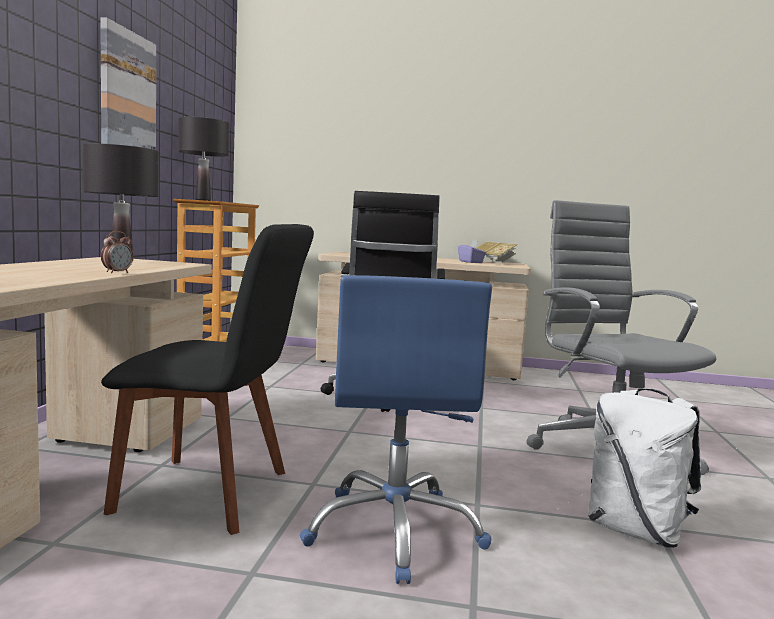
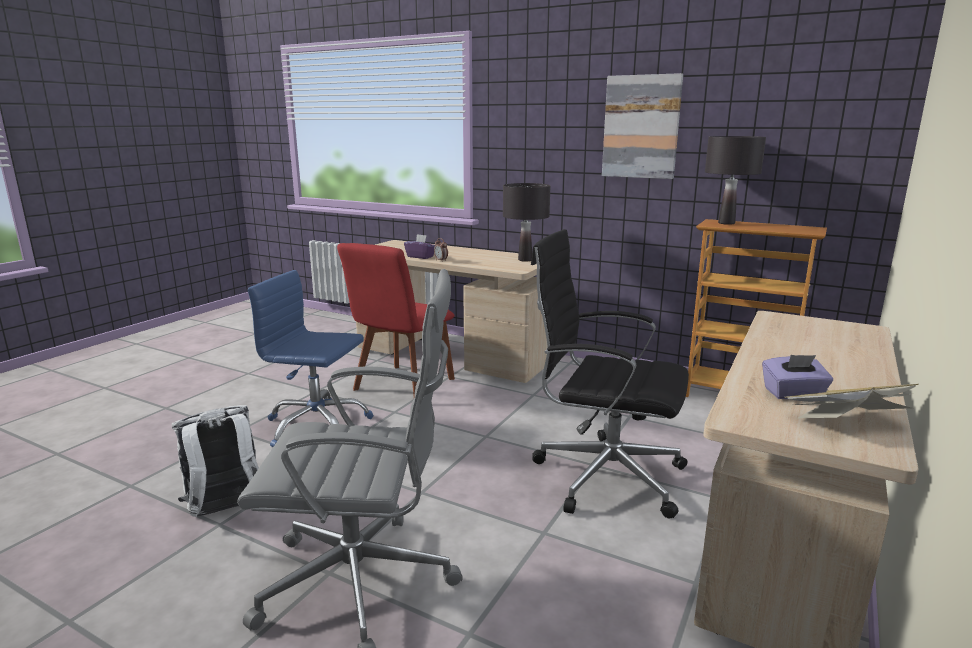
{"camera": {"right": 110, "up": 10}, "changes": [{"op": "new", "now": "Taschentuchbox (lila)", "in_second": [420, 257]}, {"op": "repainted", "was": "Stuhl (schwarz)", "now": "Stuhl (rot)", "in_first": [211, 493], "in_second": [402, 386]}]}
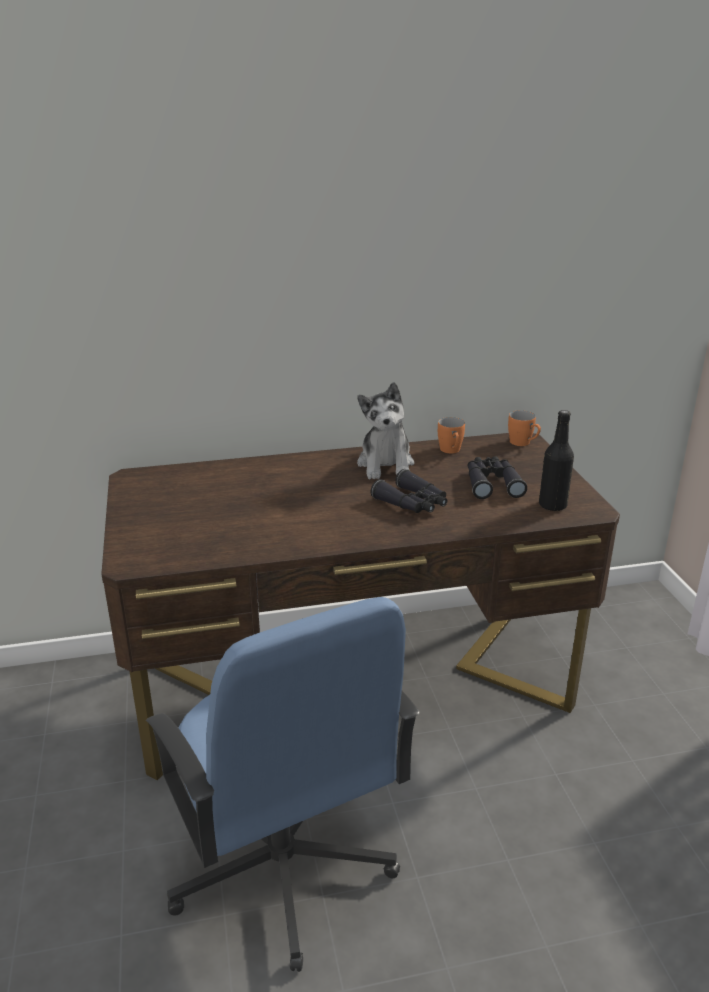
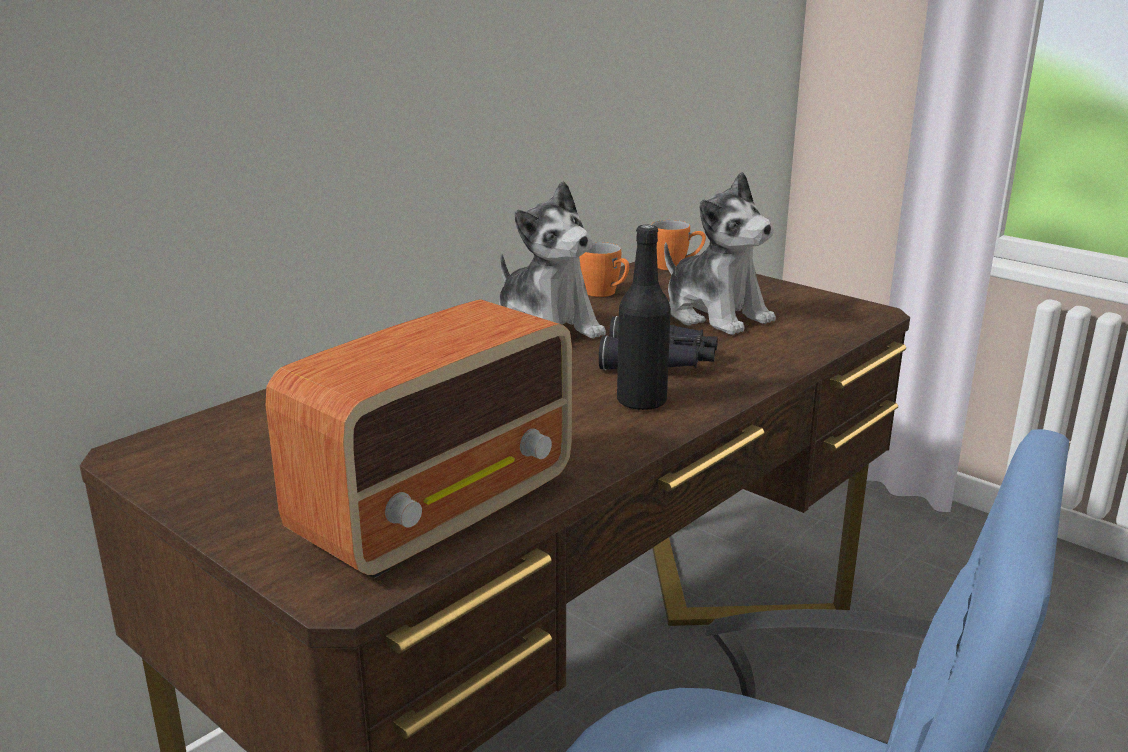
{"camera": {"right": -35, "up": -5}, "changes": [{"op": "new", "now": "Radio", "in_second": [439, 510]}, {"op": "shifted", "was": "Flasche (schwarz)", "in_first": [552, 505], "in_second": [641, 402]}, {"op": "swapped", "was": "Fernglas (schwarz)", "now": "Plüschtier", "in_first": [492, 483], "in_second": [716, 315]}]}
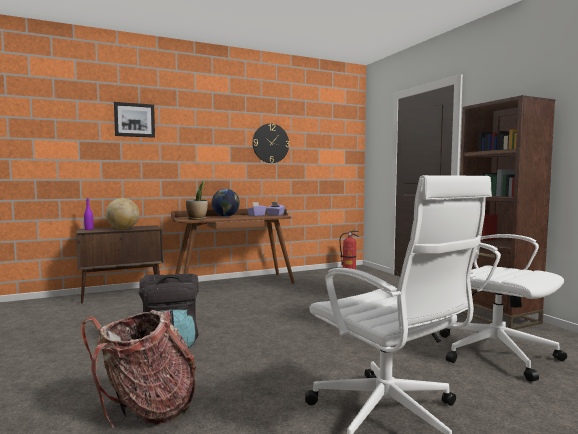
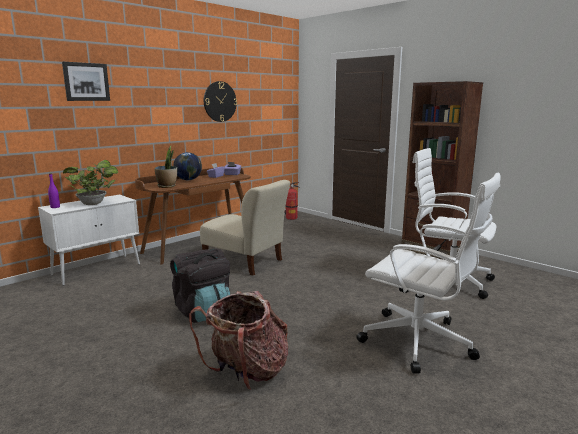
{"camera": {"right": -20, "up": 10}, "changes": [{"op": "new", "now": "Stuhl (beige)", "in_second": [245, 262]}, {"op": "swapped", "was": "Globus", "now": "Topfpflanze", "in_first": [123, 229], "in_second": [94, 204]}, {"op": "repainted", "was": "Schrank (braun)", "now": "Schrank (weiß)", "in_first": [123, 294], "in_second": [97, 269]}]}
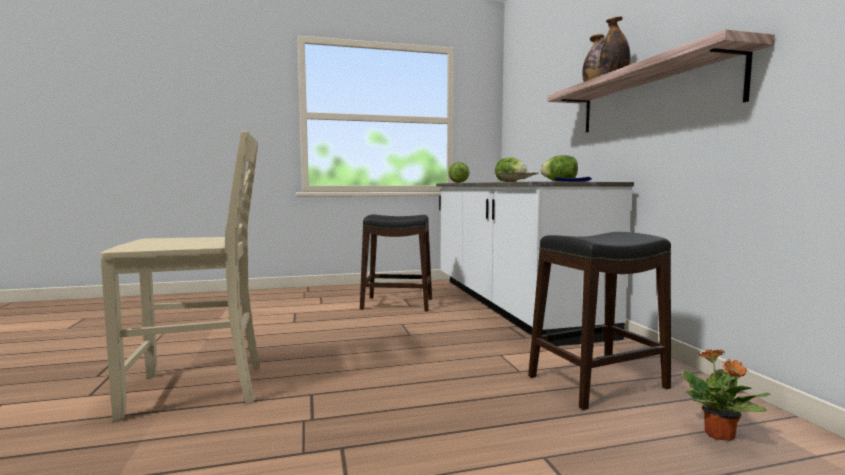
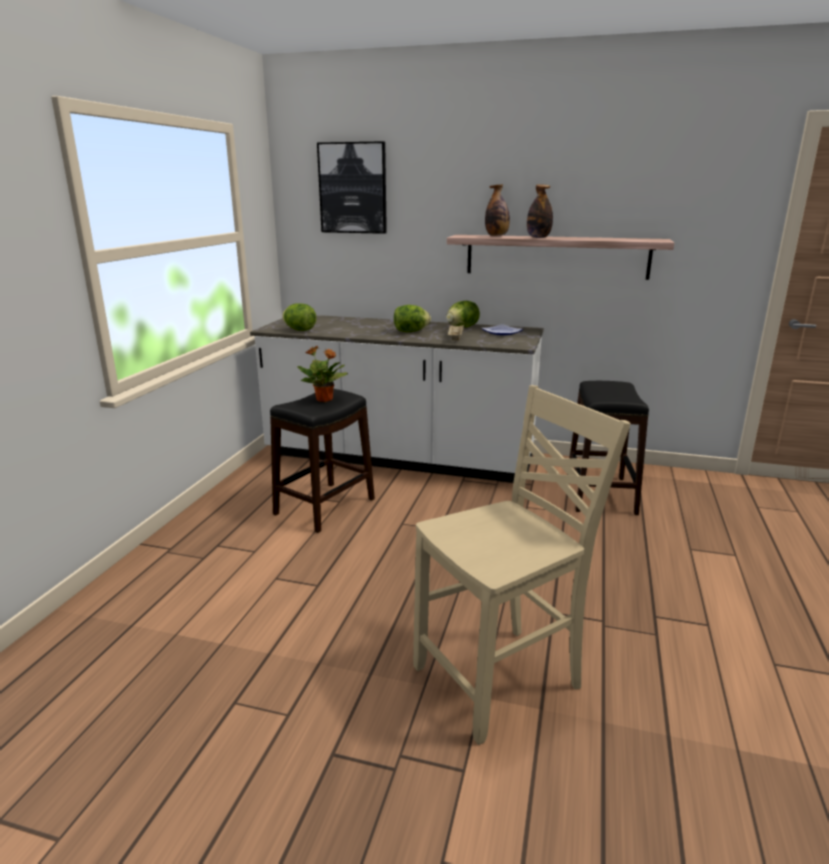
{"camera": {"right": -60, "up": 15}, "changes": [{"op": "new", "now": "Bild", "in_second": [353, 188]}, {"op": "shifted", "was": "Topfpflanze", "in_first": [719, 435], "in_second": [325, 400]}, {"op": "rotated", "was": "Stuhl (beige)", "in_first": [199, 390], "in_second": [501, 679], "clockwise": 45}]}
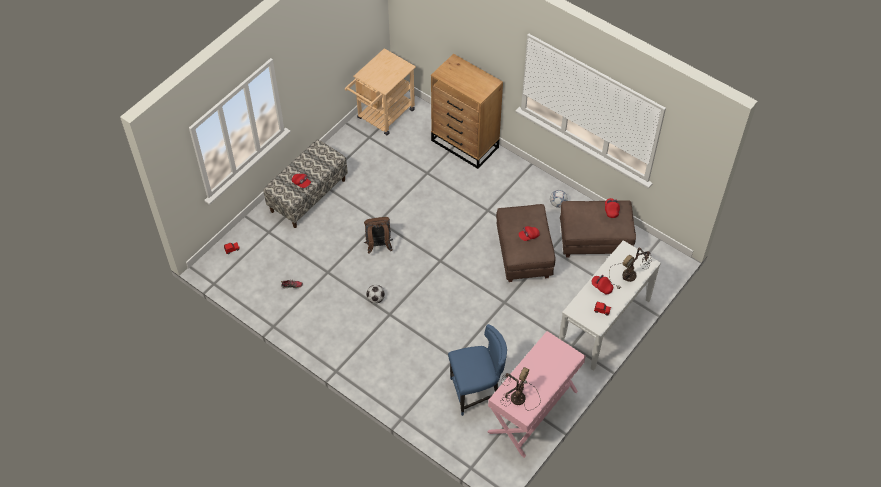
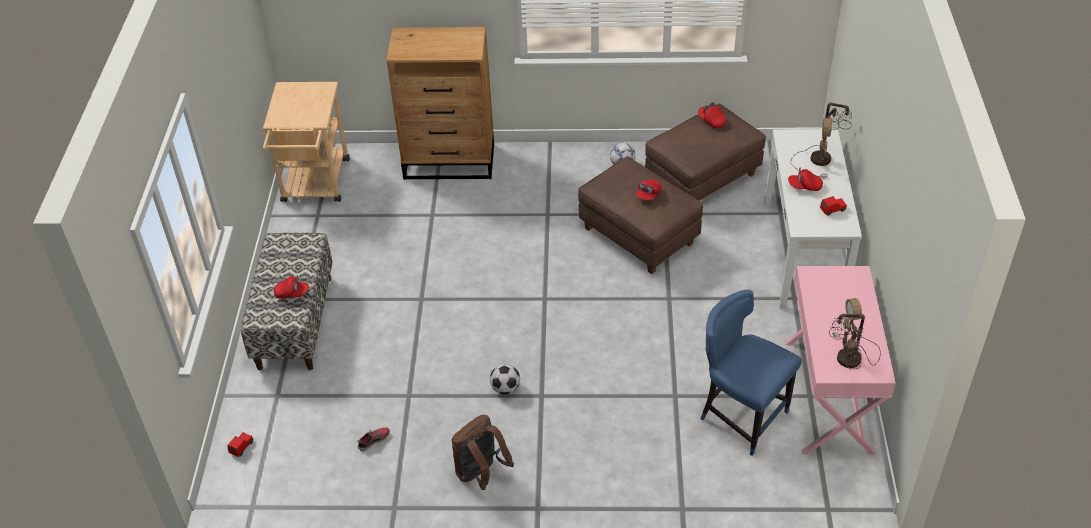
{"camera": {"right": -35, "up": -10}, "changes": [{"op": "shifted", "was": "Rucksack (braun)", "in_first": [378, 246], "in_second": [481, 474]}, {"op": "rotated", "was": "Stuhl (blau)", "in_first": [476, 392], "in_second": [741, 416], "clockwise": -90}]}
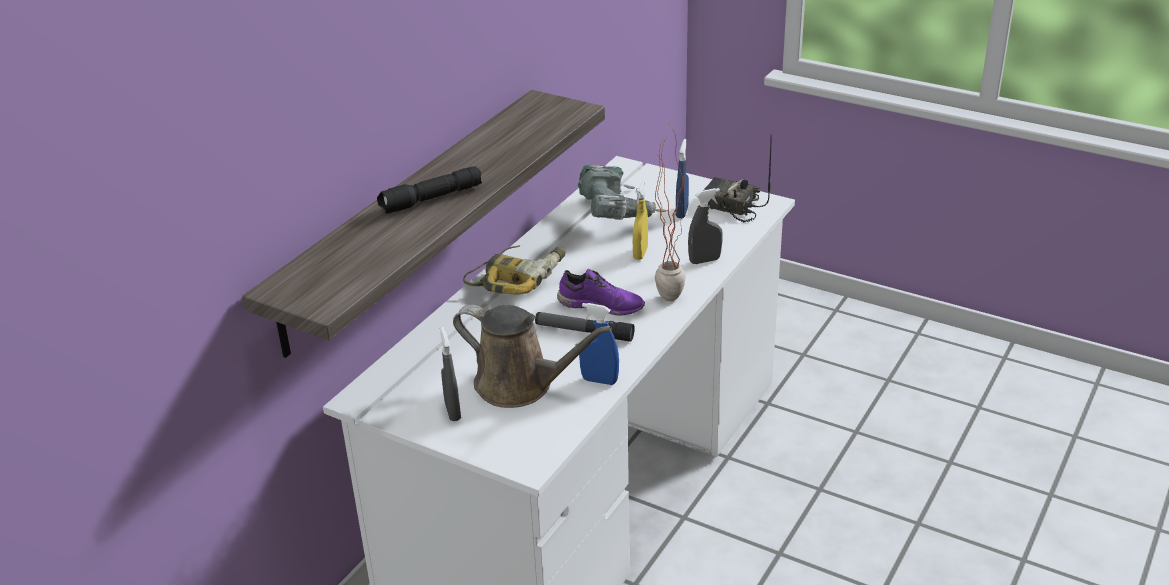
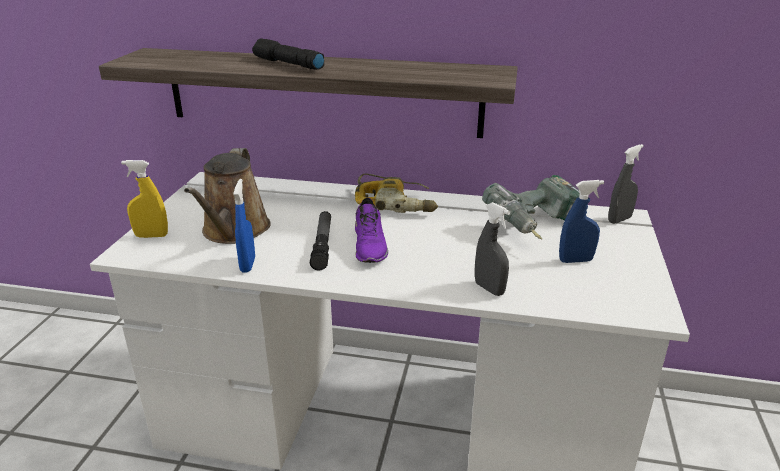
{"camera": {"right": 70, "up": -5}, "changes": [{"op": "gone", "was": "Topfpflanze", "in_first": [672, 292]}, {"op": "gone", "was": "Radio", "in_first": [730, 206]}, {"op": "shifted", "was": "Sprühflasche (grau)", "in_first": [452, 411], "in_second": [619, 219]}, {"op": "shifted", "was": "Sprühflasche (gelb)", "in_first": [640, 253], "in_second": [151, 236]}]}
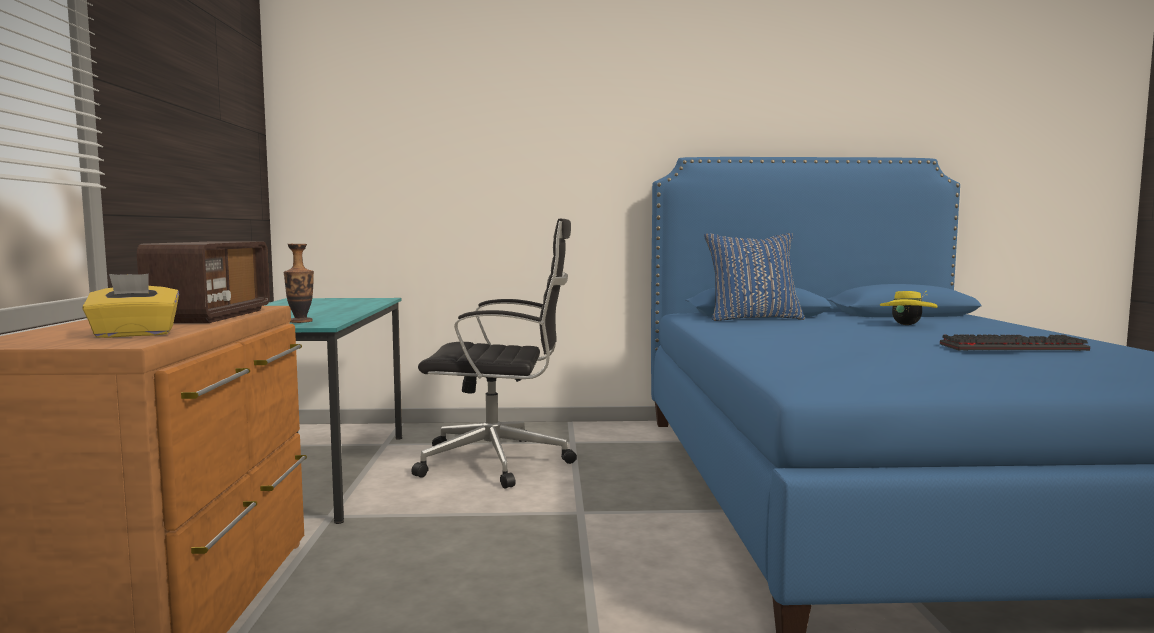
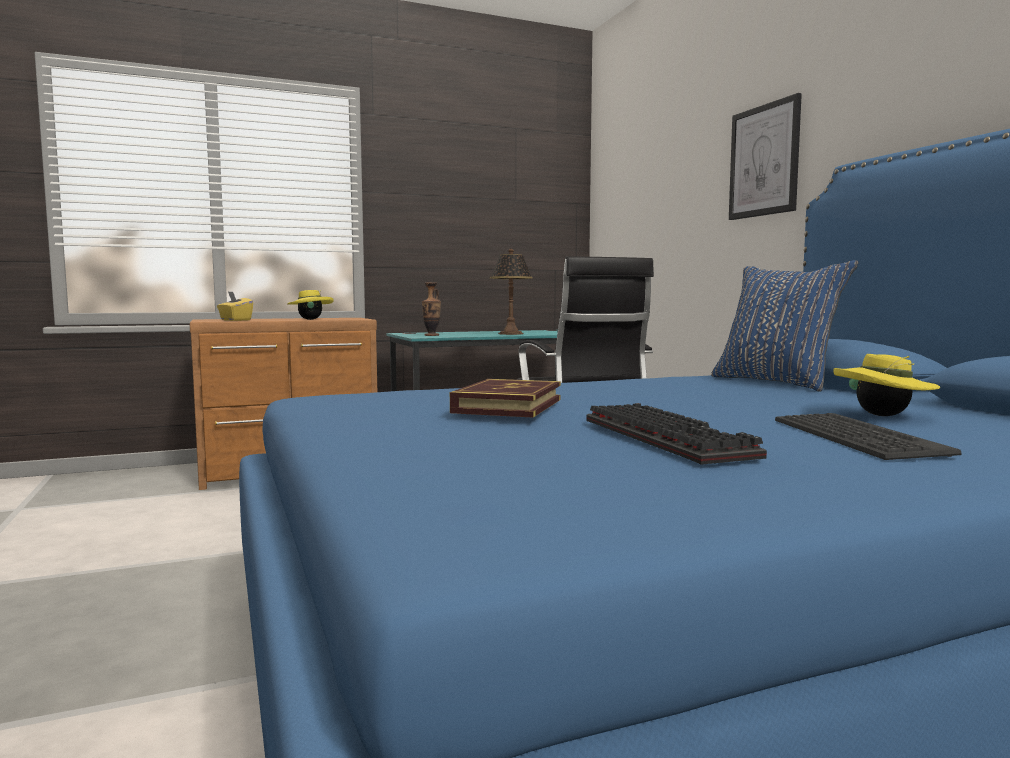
{"camera": {"right": 70, "up": 0}, "changes": [{"op": "new", "now": "Buch", "in_second": [508, 406]}, {"op": "new", "now": "Tischlampe", "in_second": [511, 334]}, {"op": "new", "now": "Bild", "in_second": [764, 161]}, {"op": "new", "now": "Tastatur", "in_second": [853, 437]}, {"op": "swapped", "was": "Radio", "now": "Hut (gelb)", "in_first": [211, 316], "in_second": [311, 319]}]}
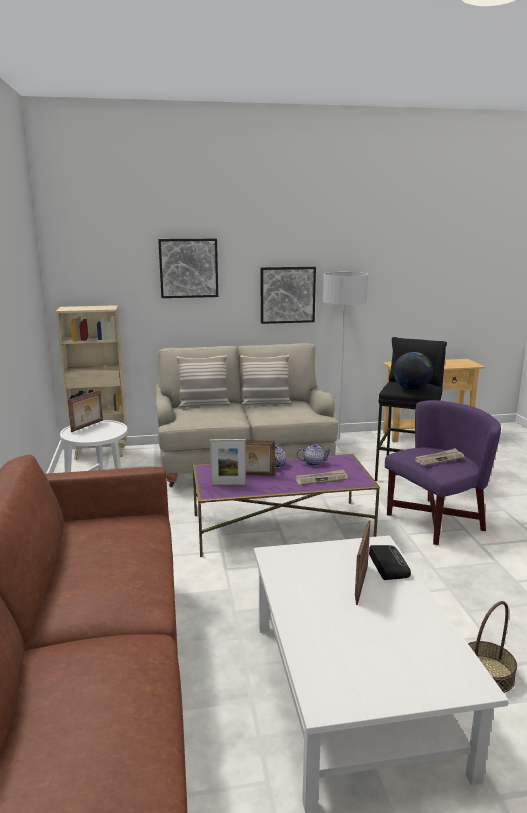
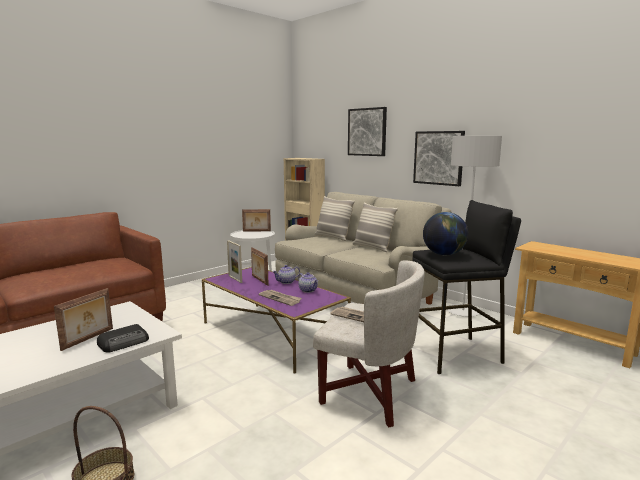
{"camera": {"right": 55, "up": -5}, "changes": [{"op": "repainted", "was": "Sessel (lila)", "now": "Sessel (weiß)", "in_first": [435, 521], "in_second": [370, 393]}, {"op": "rotated", "was": "Bilderrahmen", "in_first": [360, 584], "in_second": [88, 339], "clockwise": 135}]}
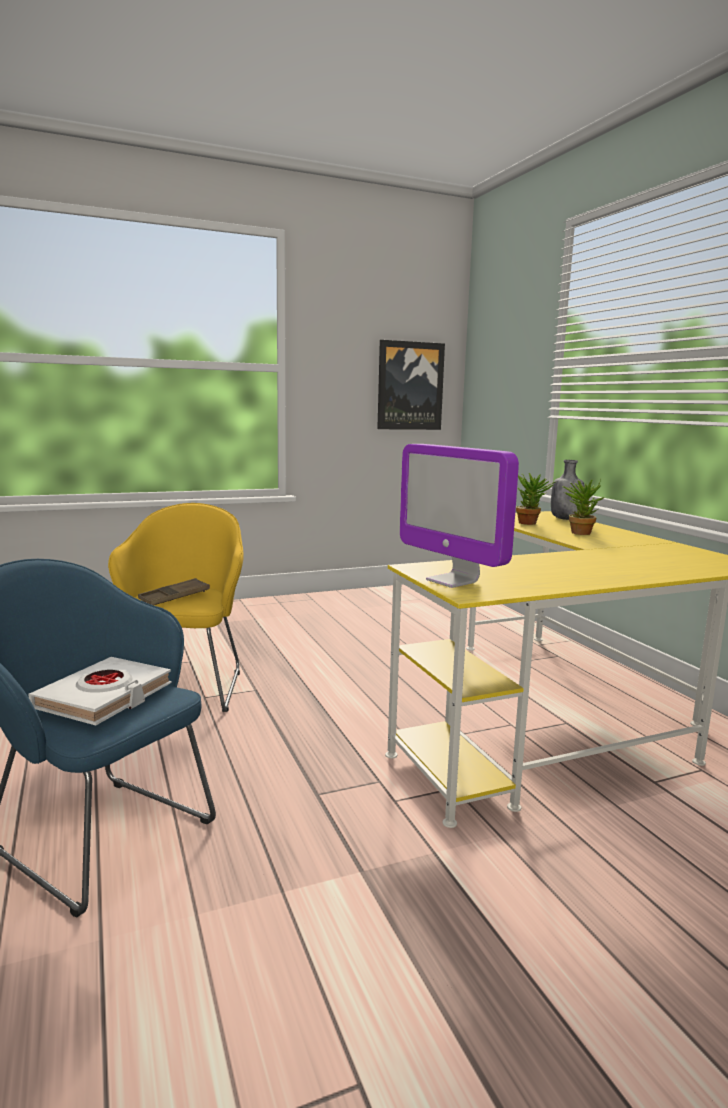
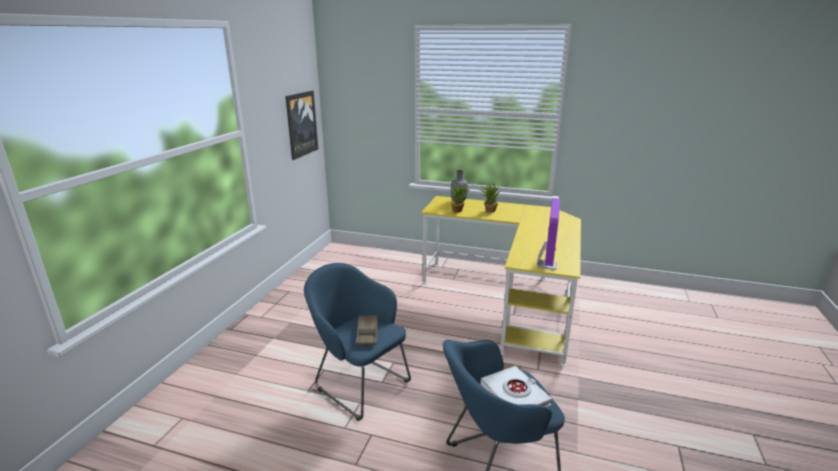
{"camera": {"right": -50, "up": 10}, "changes": [{"op": "repainted", "was": "Sessel (gelb)", "now": "Sessel (blau)", "in_first": [185, 686], "in_second": [359, 383]}, {"op": "rotated", "was": "Monitor", "in_first": [452, 581], "in_second": [546, 265], "clockwise": -75}]}
